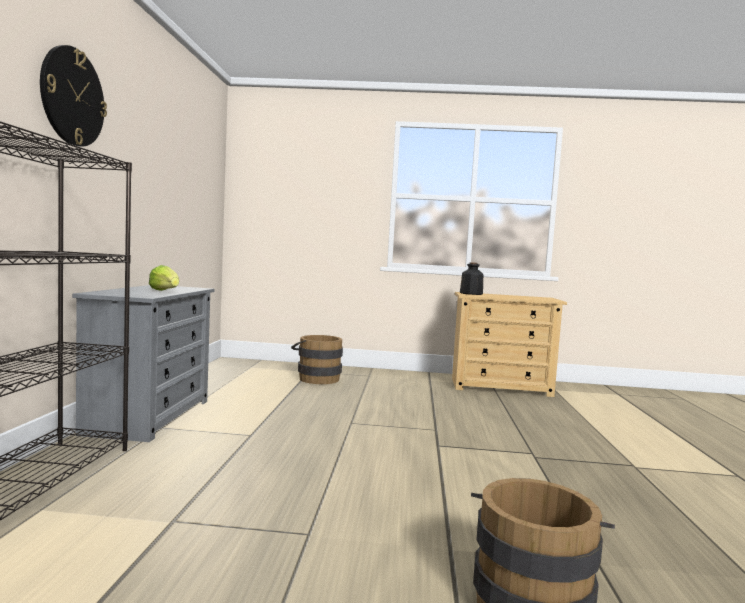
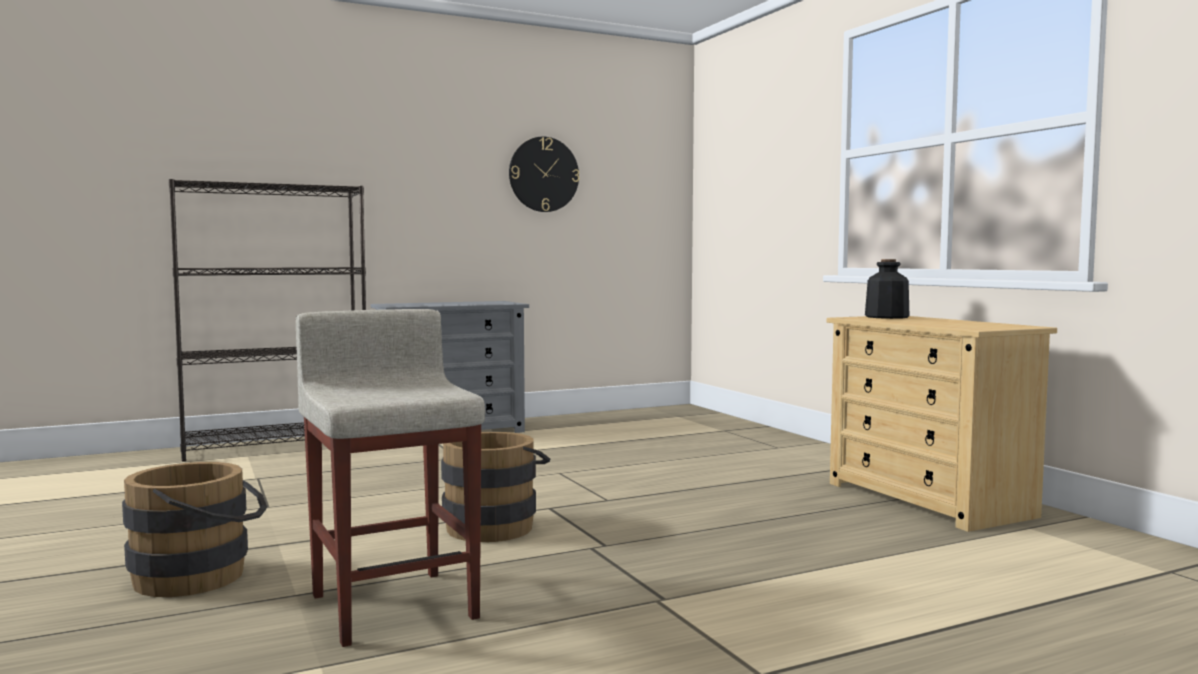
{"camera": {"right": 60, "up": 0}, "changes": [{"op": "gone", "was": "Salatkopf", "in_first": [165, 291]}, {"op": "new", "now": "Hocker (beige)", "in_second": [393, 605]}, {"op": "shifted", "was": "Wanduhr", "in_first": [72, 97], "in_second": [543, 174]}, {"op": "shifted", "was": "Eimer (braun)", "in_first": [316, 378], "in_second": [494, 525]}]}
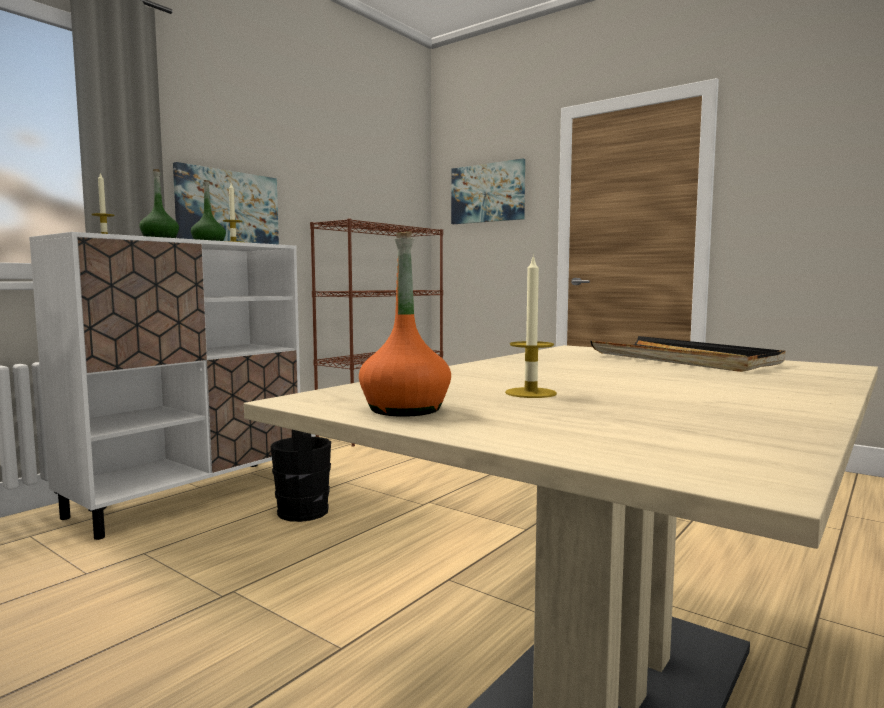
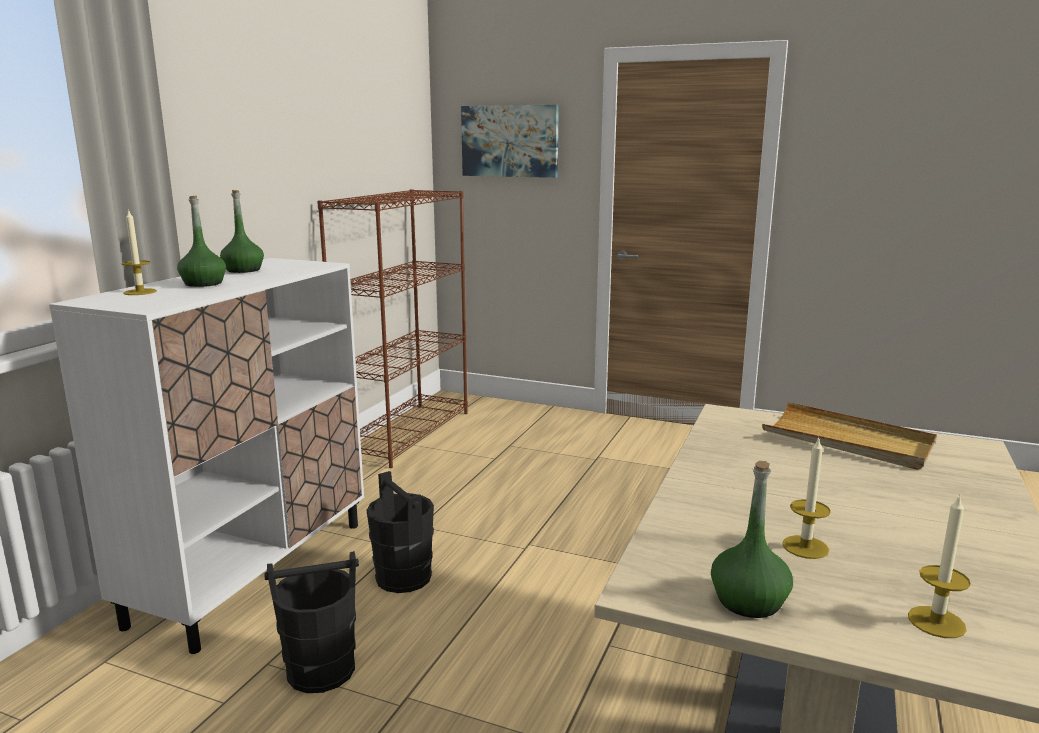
{"camera": {"right": -15, "up": 10}, "changes": [{"op": "gone", "was": "Bild", "in_first": [228, 209]}, {"op": "new", "now": "Eimer (schwarz)", "in_second": [320, 670]}, {"op": "shifted", "was": "Kerze", "in_first": [233, 242], "in_second": [936, 622]}, {"op": "repainted", "was": "Flasche (orange)", "now": "Flasche (grün)", "in_first": [405, 409], "in_second": [749, 601]}, {"op": "repainted", "was": "Tablett (schwarz)", "now": "Tablett (beige)", "in_first": [683, 360], "in_second": [848, 441]}]}
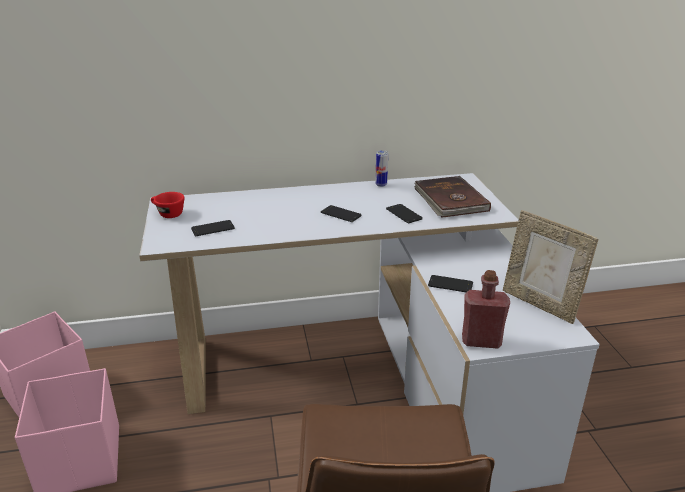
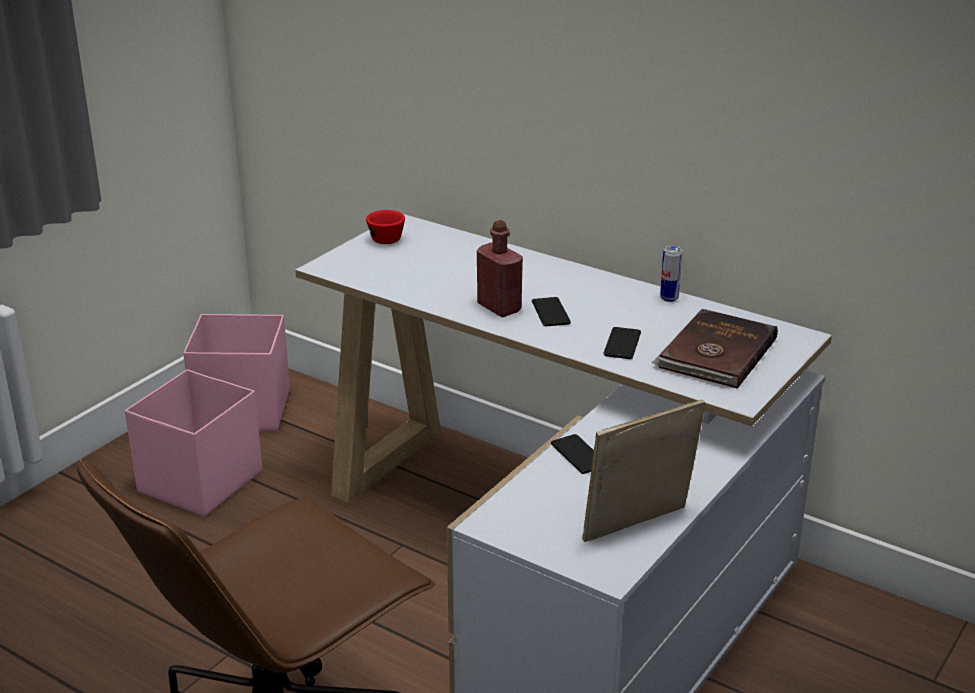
{"camera": {"right": 45, "up": 0}, "changes": [{"op": "gone", "was": "Handy", "in_first": [213, 229]}, {"op": "shifted", "was": "Flasche (rot)", "in_first": [481, 341], "in_second": [499, 307]}, {"op": "rotated", "was": "Bilderrahmen", "in_first": [540, 304], "in_second": [638, 528], "clockwise": 60}]}
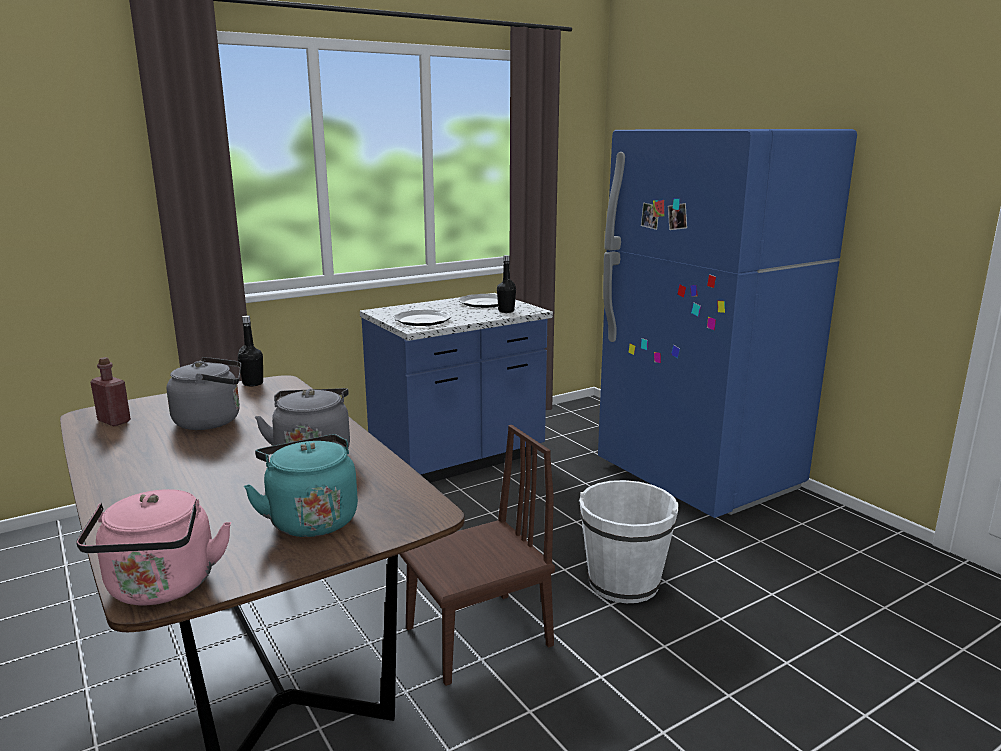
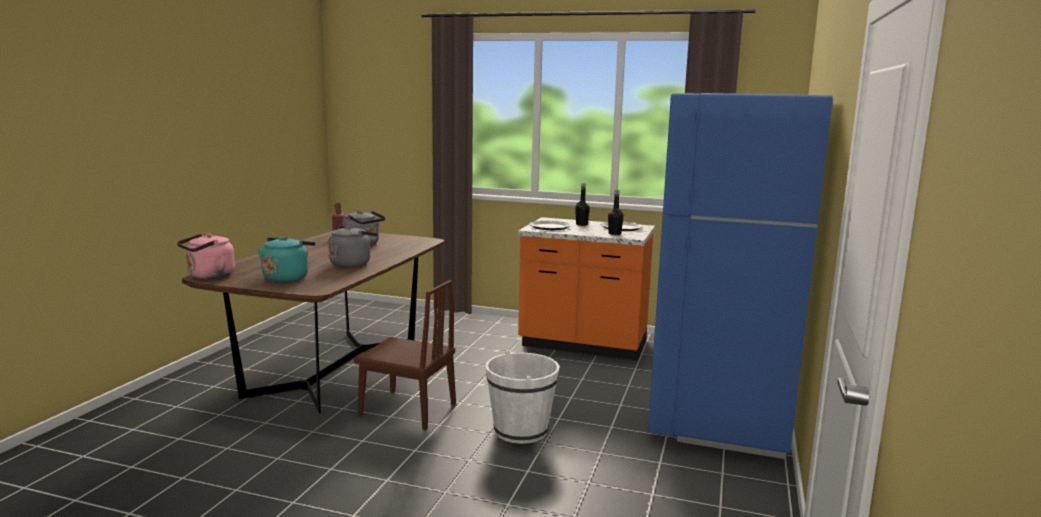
{"camera": {"right": 50, "up": -5}, "changes": [{"op": "shifted", "was": "Flasche (schwarz)", "in_first": [253, 383], "in_second": [581, 224]}, {"op": "repainted", "was": "Küchenzeile (blau)", "now": "Küchenzeile (orange)", "in_first": [458, 460], "in_second": [583, 345]}]}
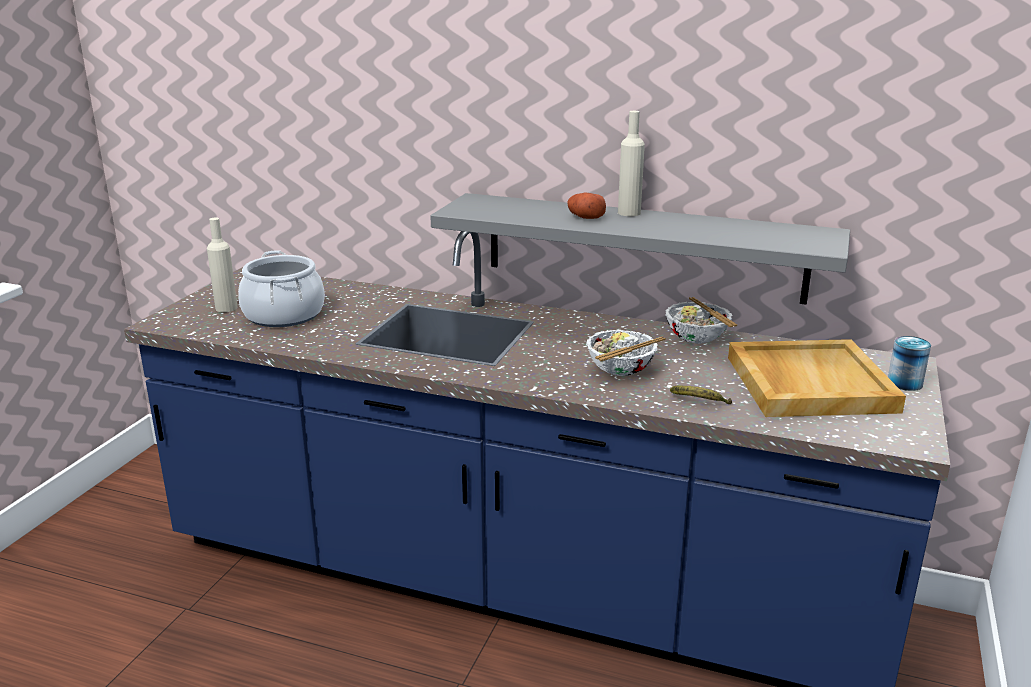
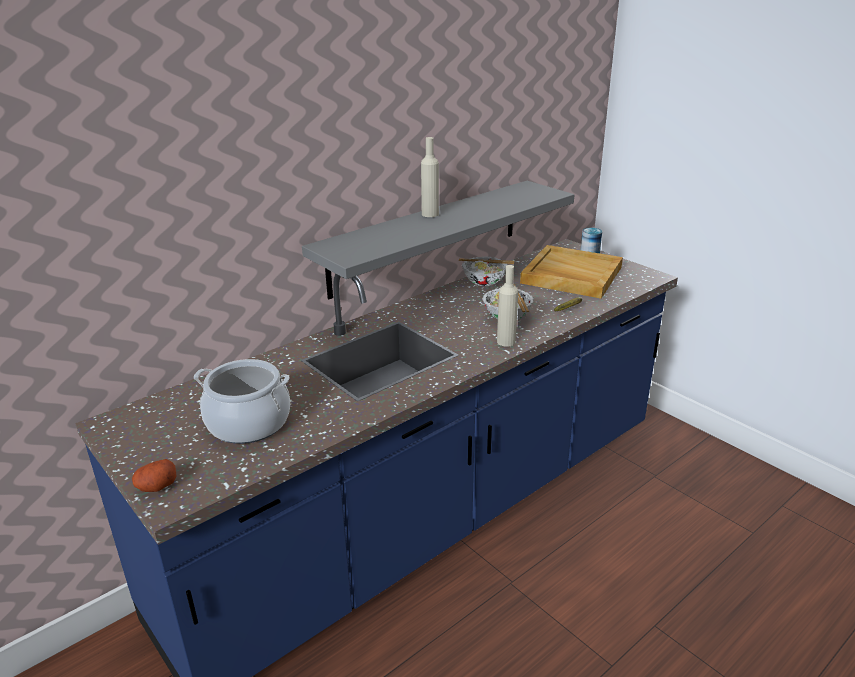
{"camera": {"right": -60, "up": 5}, "changes": [{"op": "shifted", "was": "Flasche (beige)", "in_first": [226, 308], "in_second": [506, 341]}, {"op": "shifted", "was": "Kartoffel", "in_first": [585, 217], "in_second": [156, 486]}]}
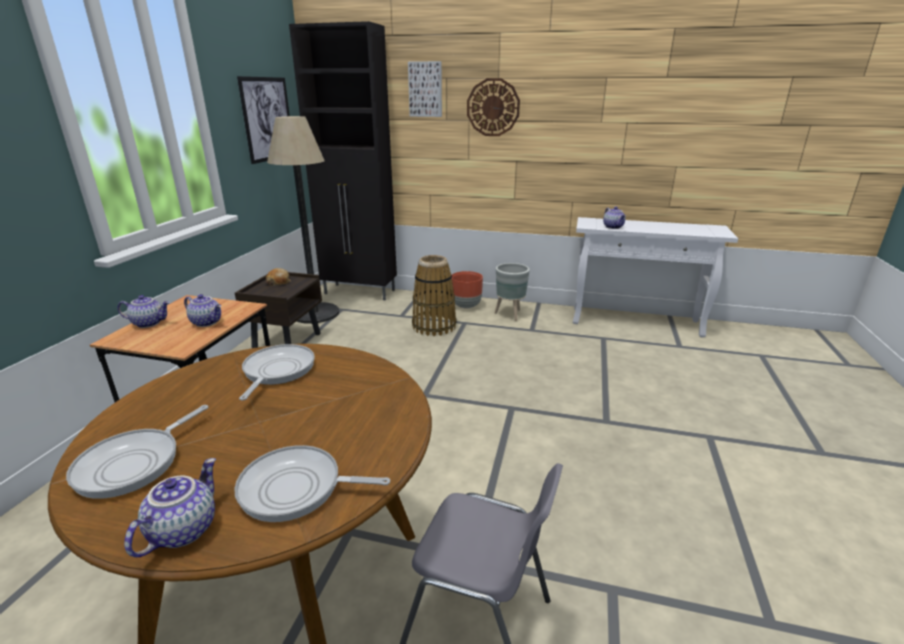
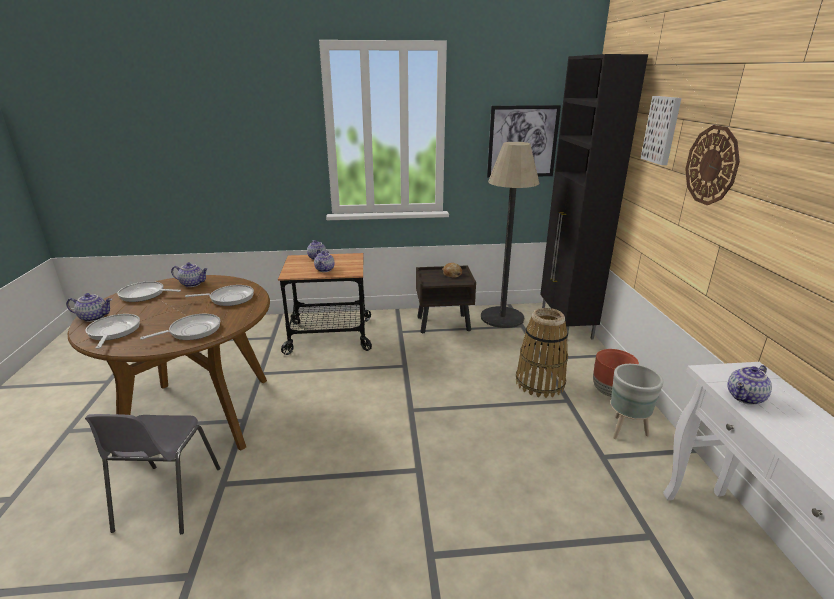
{"camera": {"right": 70, "up": 0}, "changes": [{"op": "new", "now": "Pfanne", "in_second": [192, 331]}, {"op": "new", "now": "Teekanne", "in_second": [193, 284]}]}
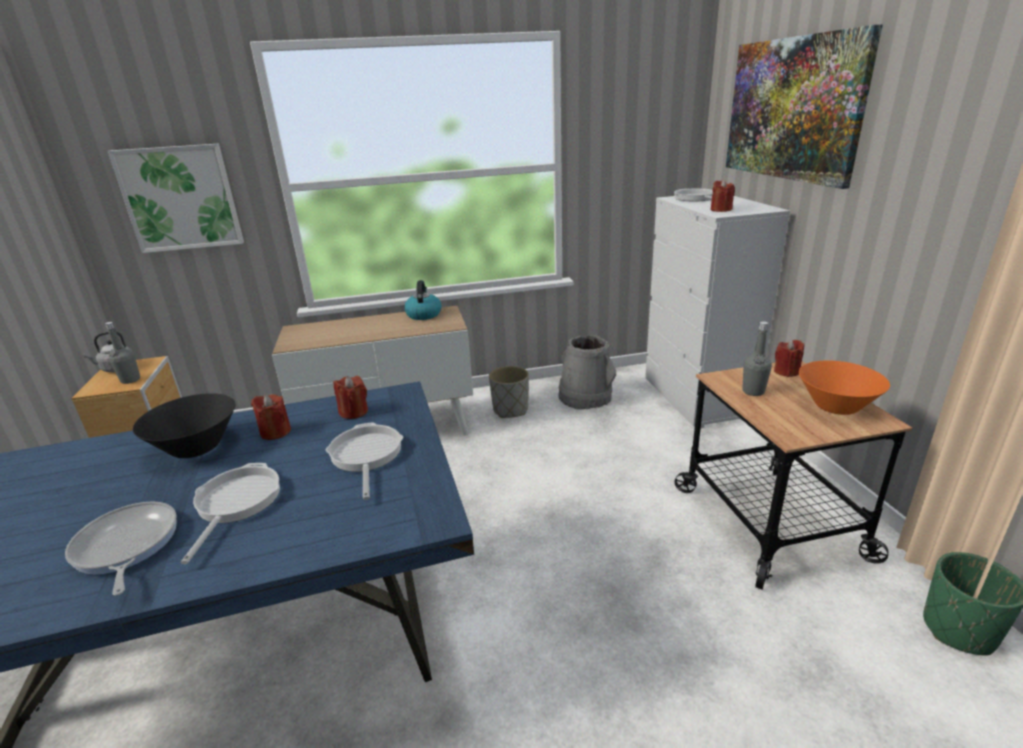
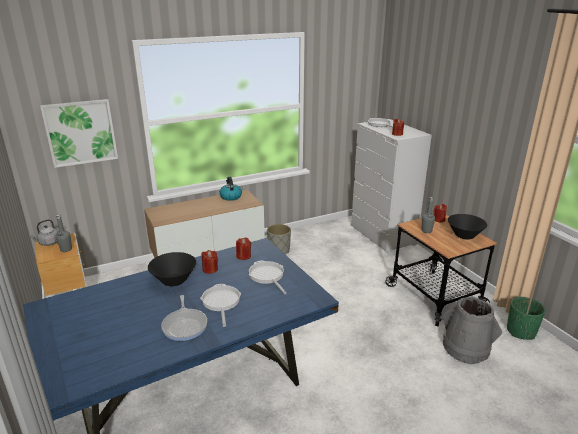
{"camera": {"right": -15, "up": 0}, "changes": [{"op": "gone", "was": "Bild", "in_first": [792, 109]}, {"op": "shifted", "was": "Eimer (grau)", "in_first": [585, 397], "in_second": [466, 348]}, {"op": "repainted", "was": "Schüssel (orange)", "now": "Schüssel (schwarz)", "in_first": [836, 406], "in_second": [464, 236]}, {"op": "rotated", "was": "Pfanne", "in_first": [126, 547], "in_second": [185, 325], "clockwise": -150}]}
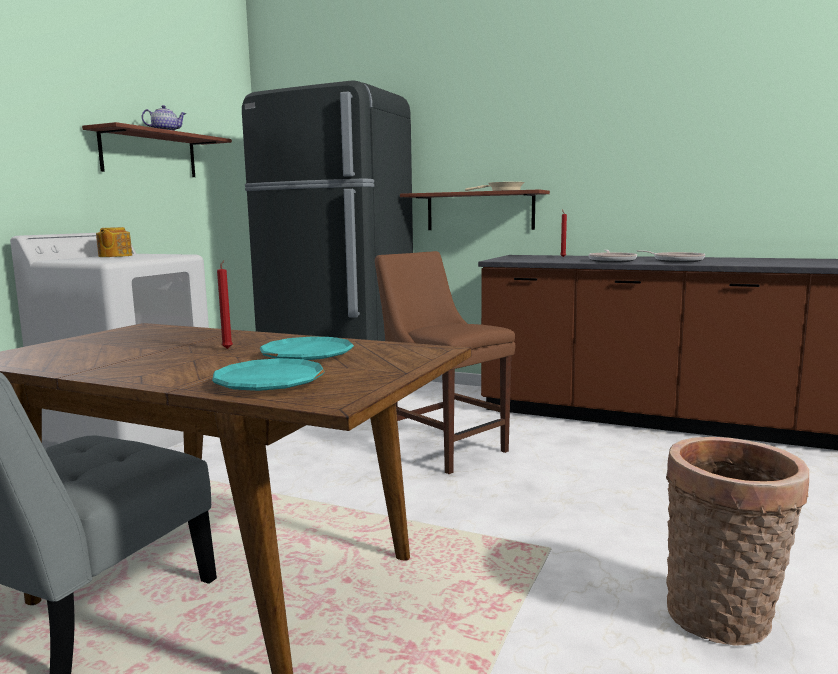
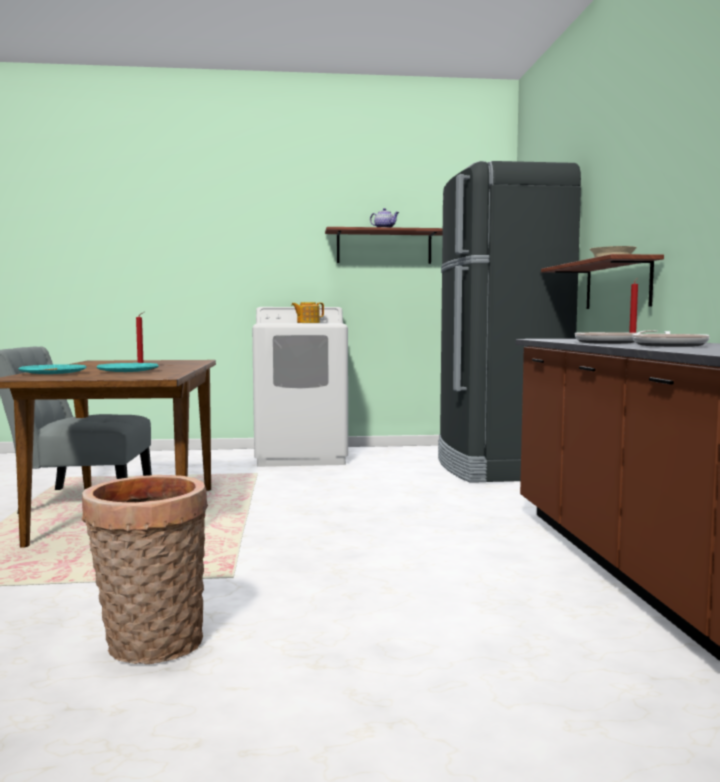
{"camera": {"right": 60, "up": -5}, "changes": [{"op": "gone", "was": "Stuhl (braun)", "in_first": [444, 448]}]}
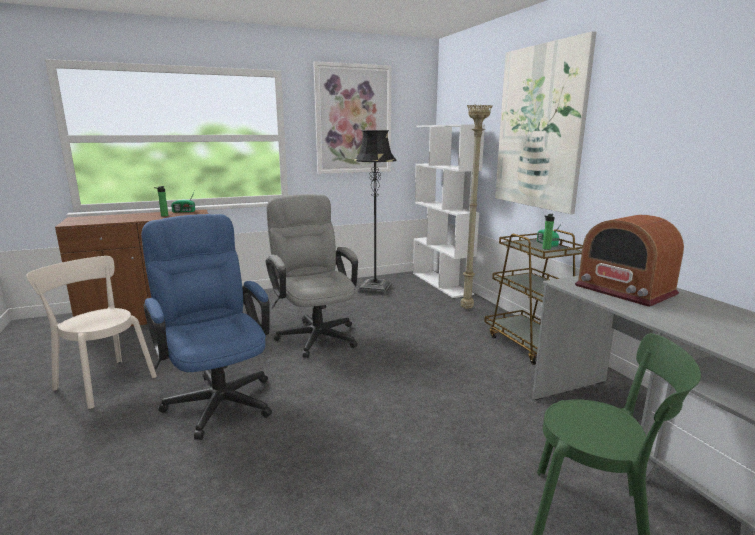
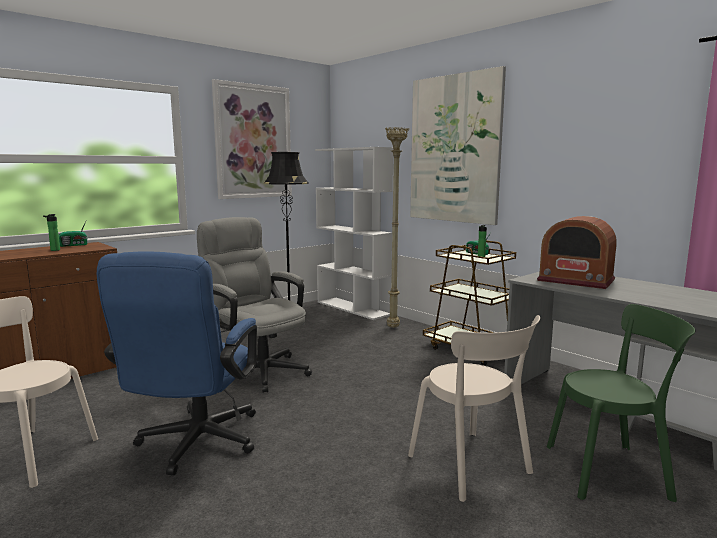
{"camera": {"right": -20, "up": -5}, "changes": [{"op": "new", "now": "Stuhl (beige)", "in_second": [472, 467]}, {"op": "rotated", "was": "Bürostuhl (blau)", "in_first": [218, 397], "in_second": [194, 445], "clockwise": -120}]}
